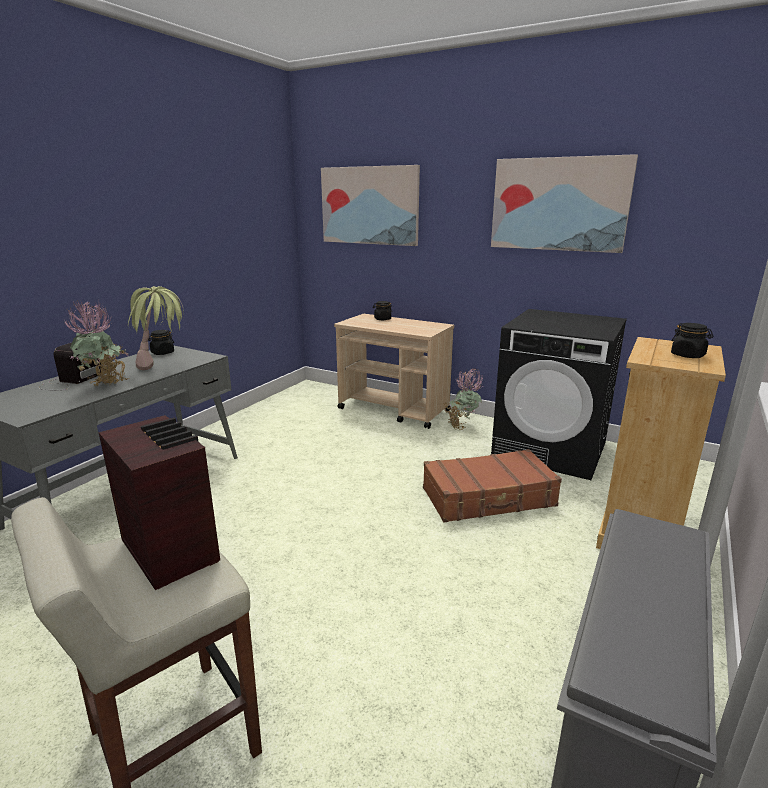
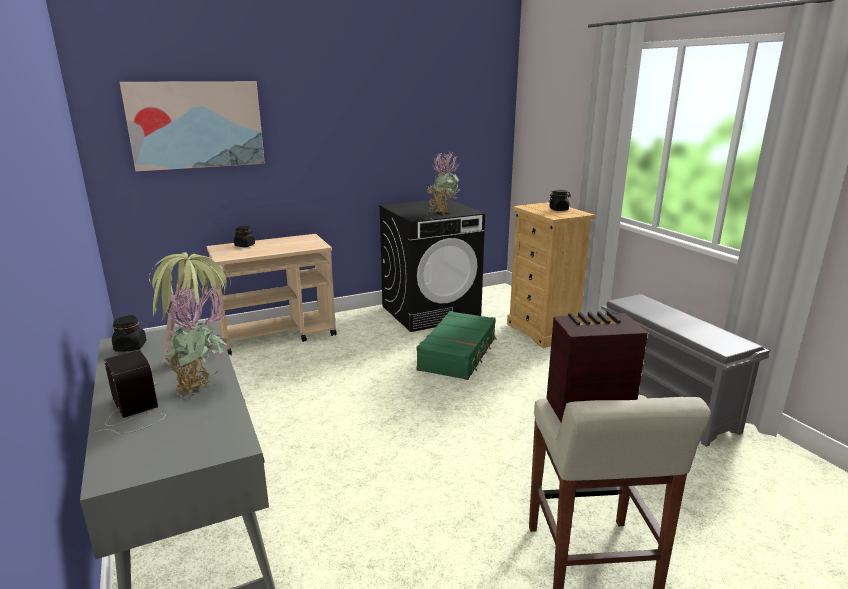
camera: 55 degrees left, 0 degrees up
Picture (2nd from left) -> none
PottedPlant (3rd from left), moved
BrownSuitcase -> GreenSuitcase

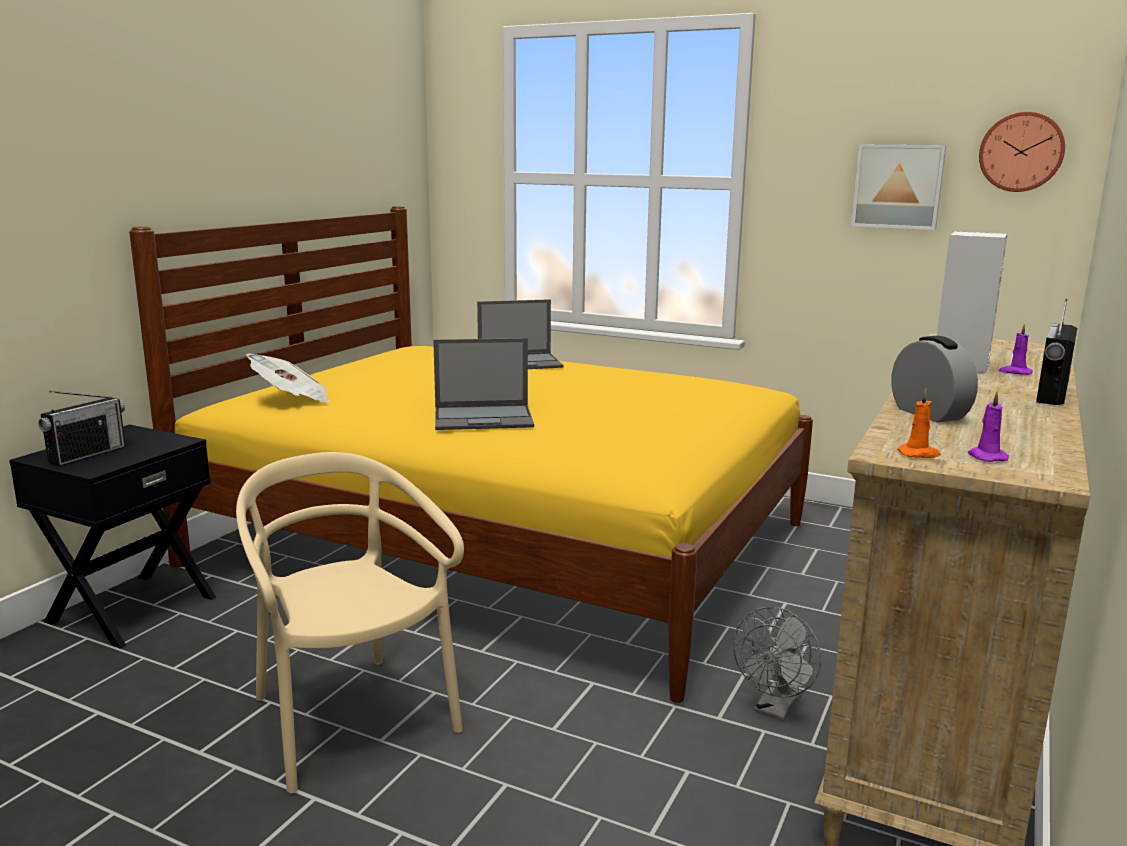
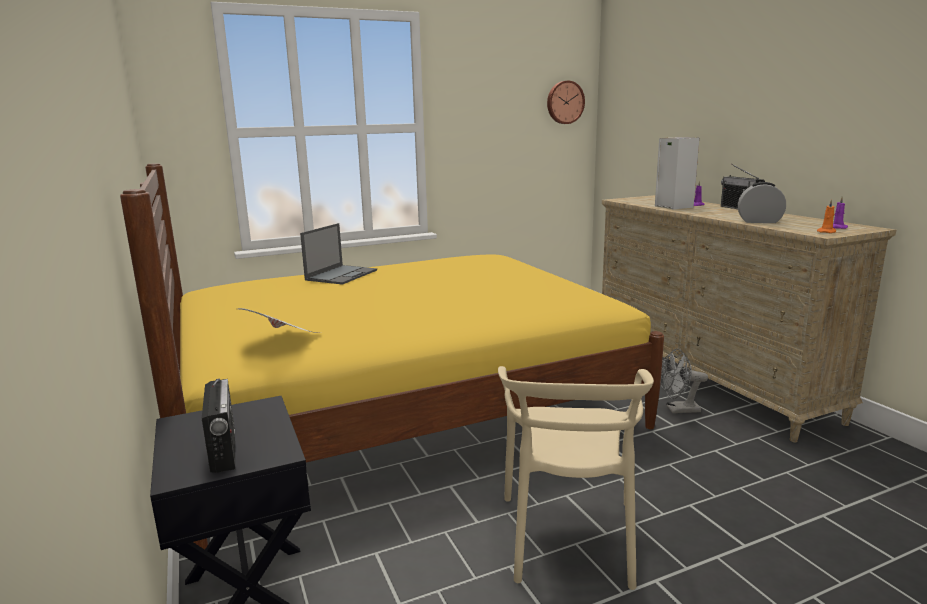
camera: 50 degrees left, 0 degrees up
Laptop (1st from left) -> none
Picture -> none
BeigeChair, 90 degrees counterclockwise
GreyFan, 105 degrees clockwise

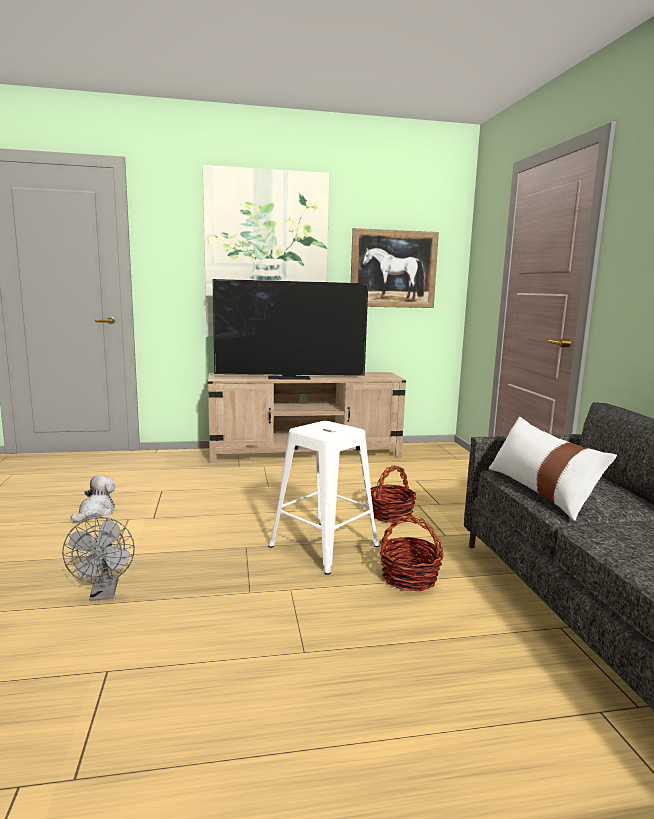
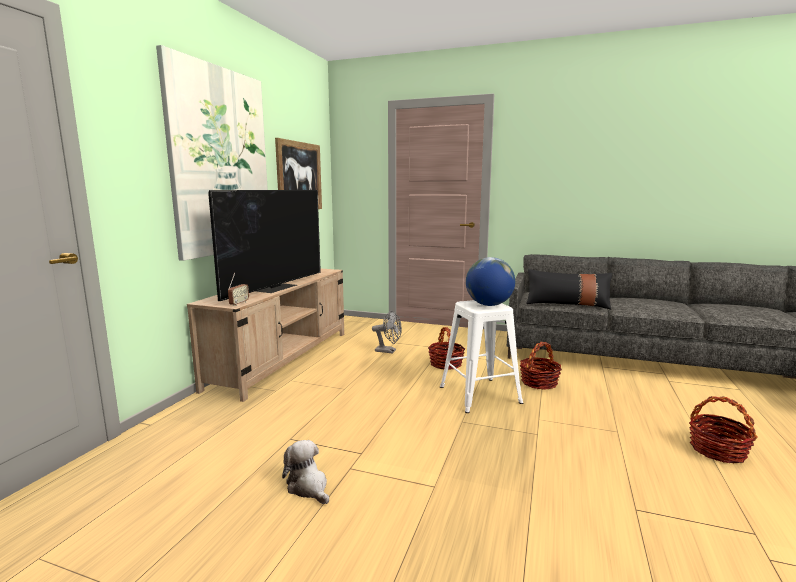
camera: 60 degrees left, 0 degrees up
none -> Radio
none -> Globe
none -> Basket (3rd from left)
GreyFan, moved
WhitePillow -> BlackPillow

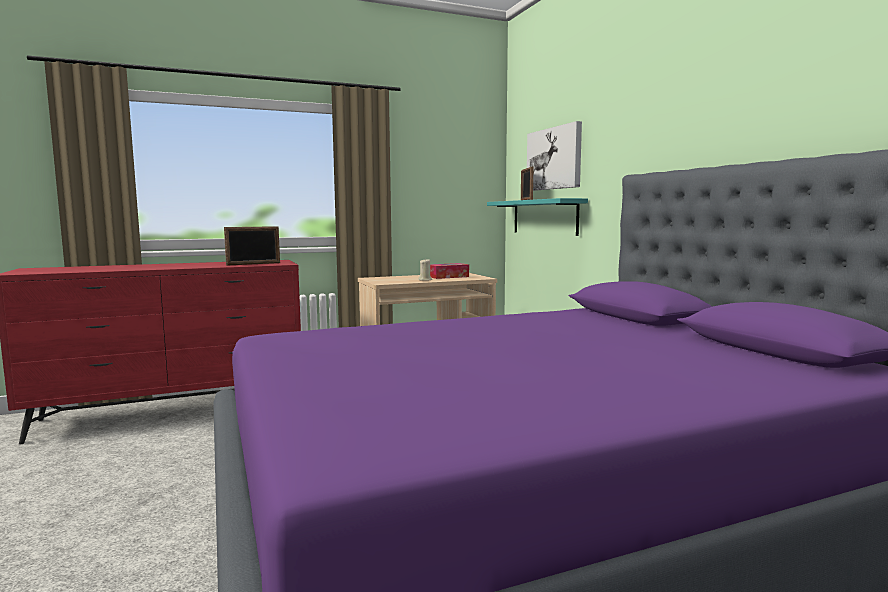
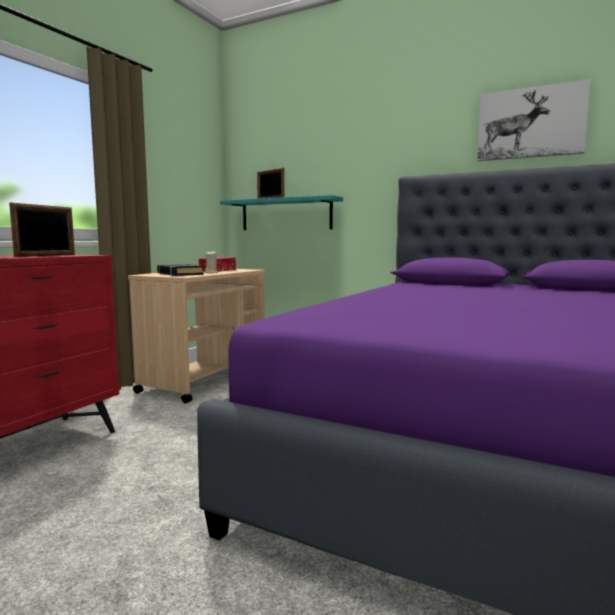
camera: 40 degrees left, 0 degrees up
none -> BlackBook
Picture, moved

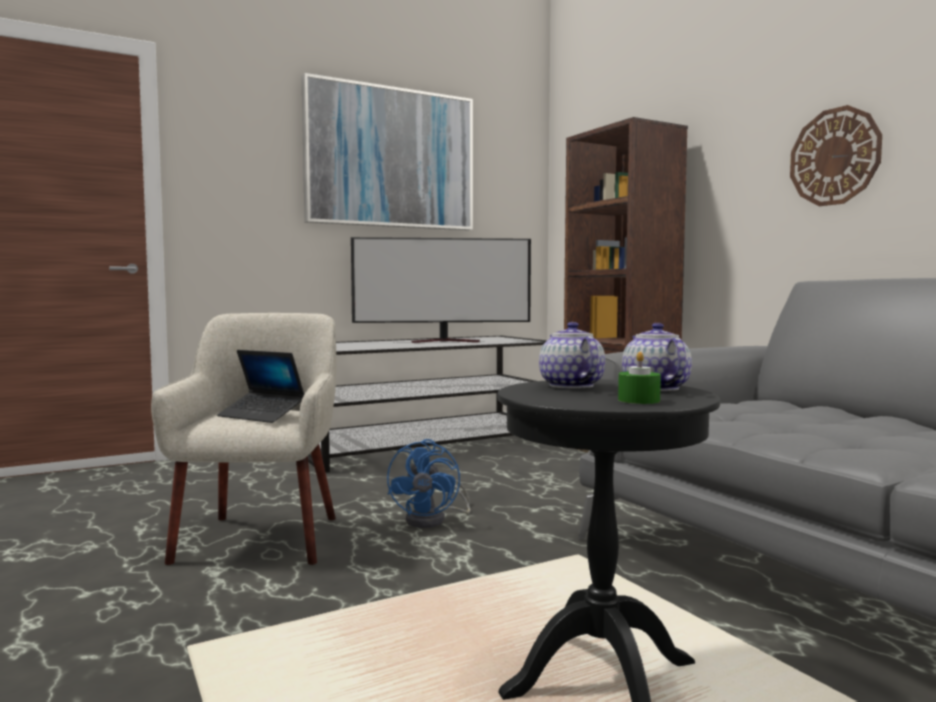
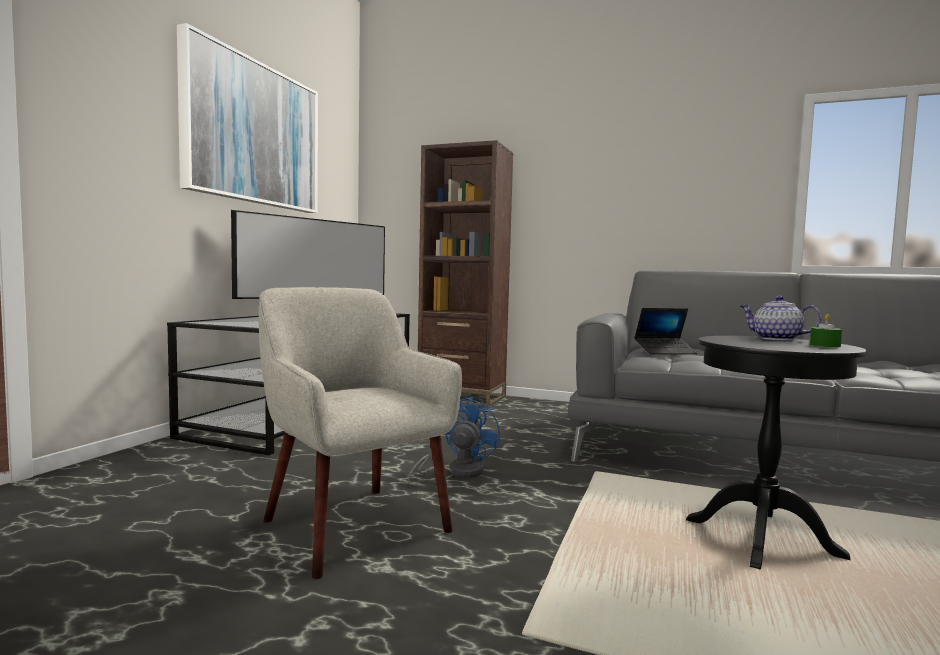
camera: 40 degrees left, 0 degrees up
Teapot (1st from left) -> none
WallClock -> none
Laptop, moved
BlueFan, 120 degrees counterclockwise

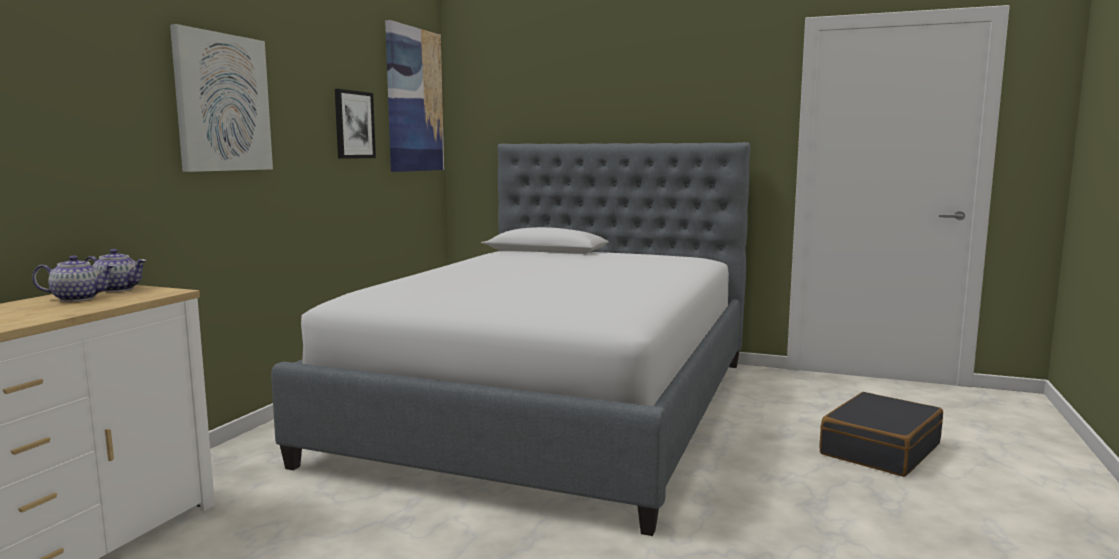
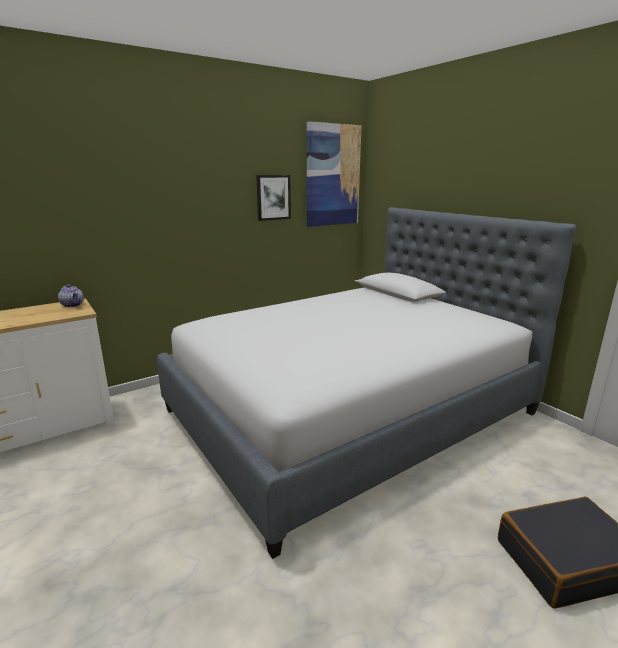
camera: 35 degrees right, 10 degrees up
Teapot (1st from left) -> none
Picture (1st from left) -> none

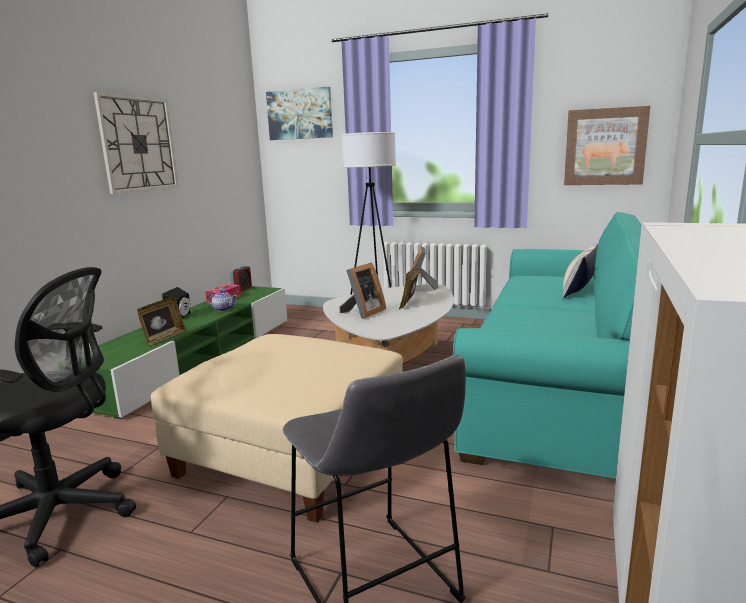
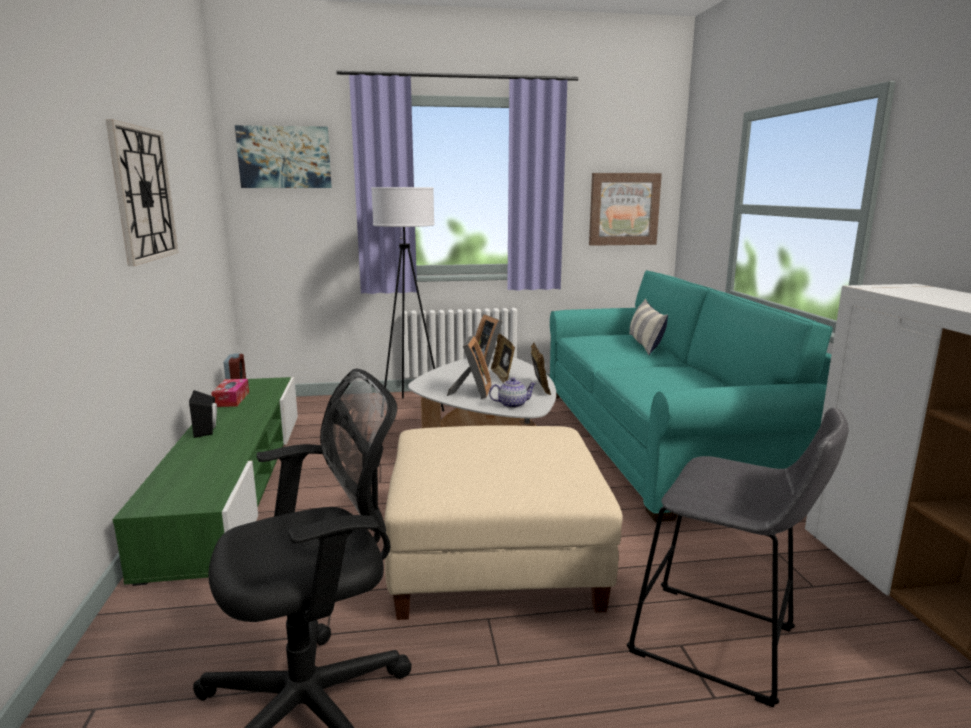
camera: 30 degrees left, 0 degrees up
PictureFrame (1st from left in the first image) -> PictureFrame (4th from left), moved
Teapot, moved

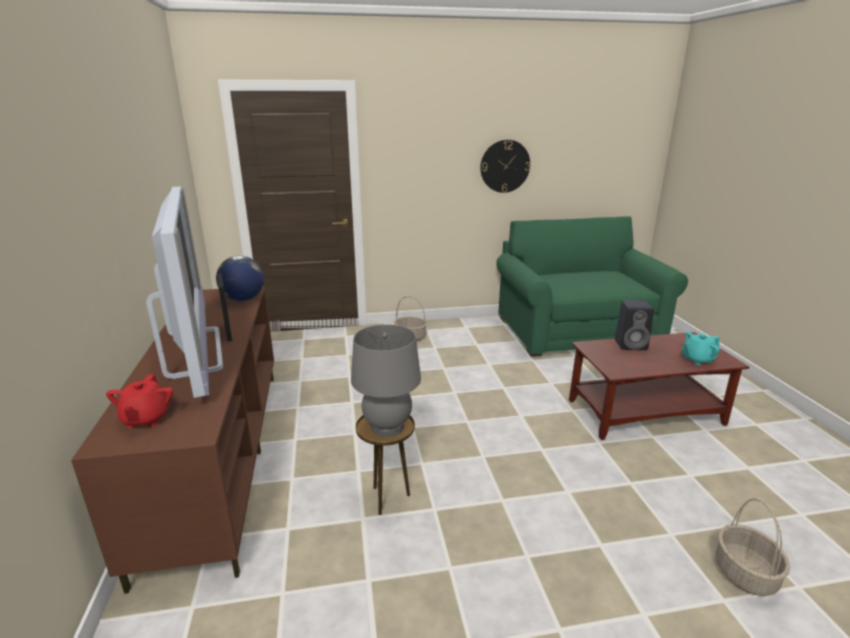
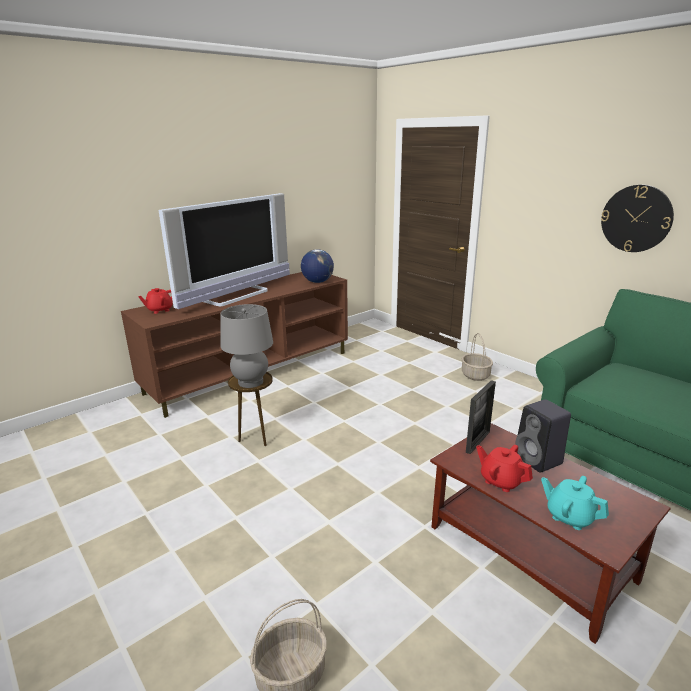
camera: 60 degrees right, 0 degrees up
none -> RedTeapot (2nd from left)
PictureFrame, moved

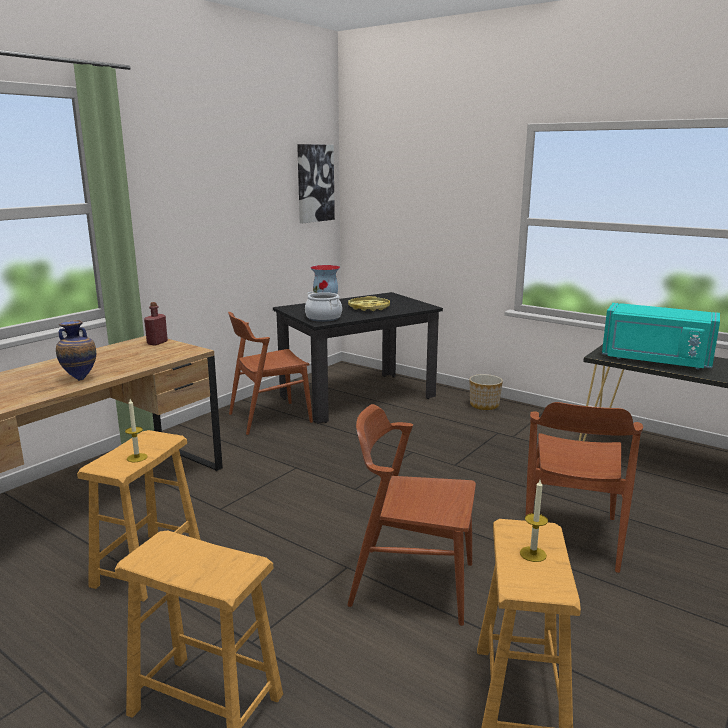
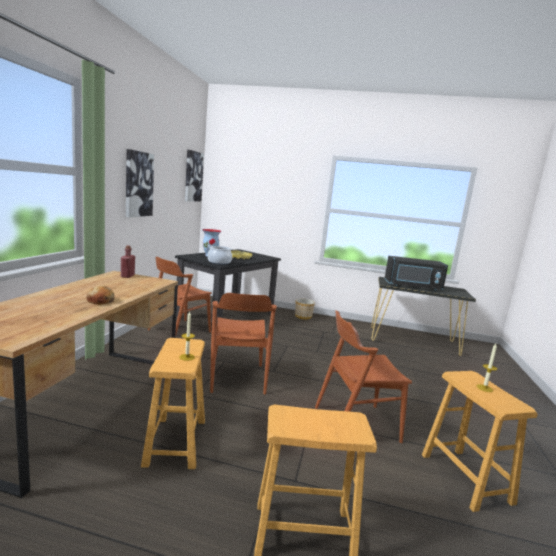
camera: 25 degrees left, 5 degrees down
none -> Picture (1st from left)
BrownChair (3rd from left in the first image) -> BrownChair (2nd from left), moved
Vase (1st from left) -> Bread
TurquoiseMicrowave -> BlackMicrowave

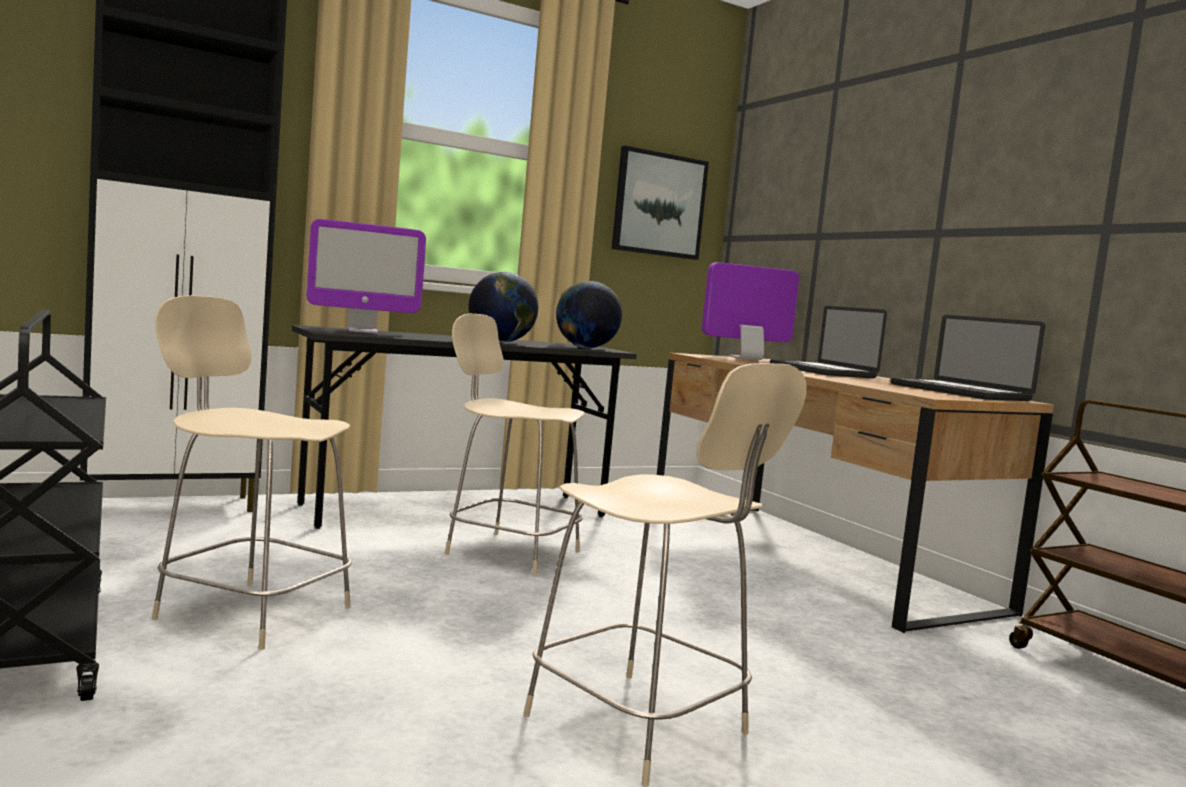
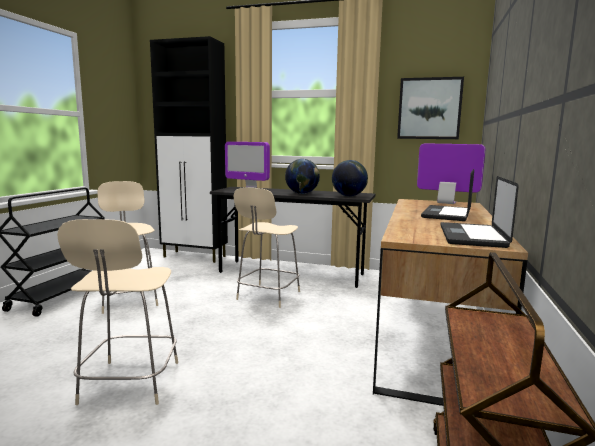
camera: 45 degrees right, 5 degrees up
BeigeChair (2nd from left in the first image) -> BeigeChair (3rd from left), 135 degrees counterclockwise

